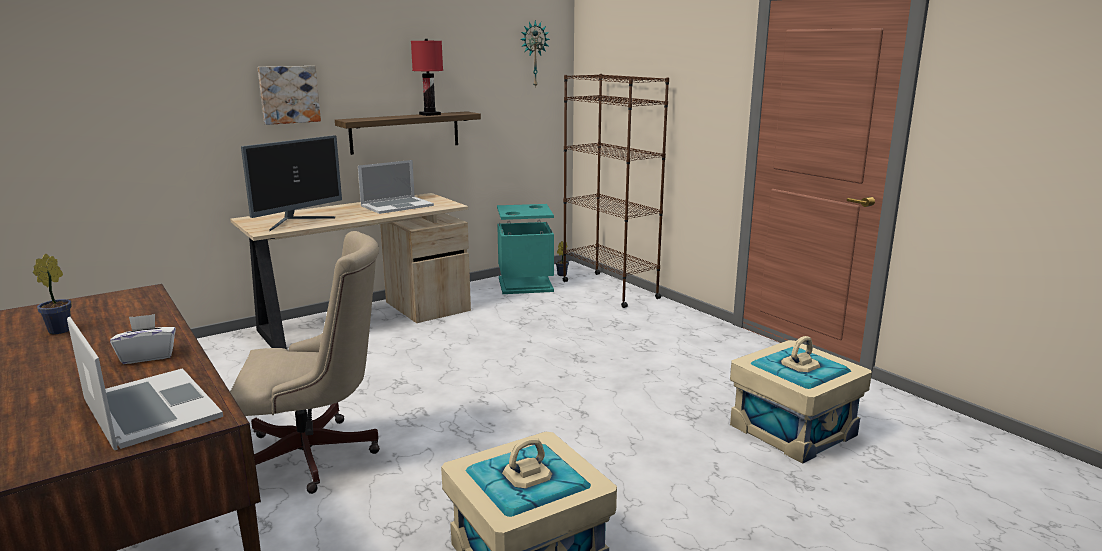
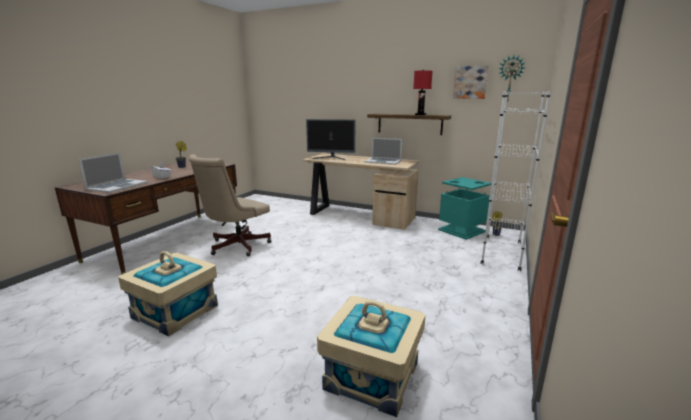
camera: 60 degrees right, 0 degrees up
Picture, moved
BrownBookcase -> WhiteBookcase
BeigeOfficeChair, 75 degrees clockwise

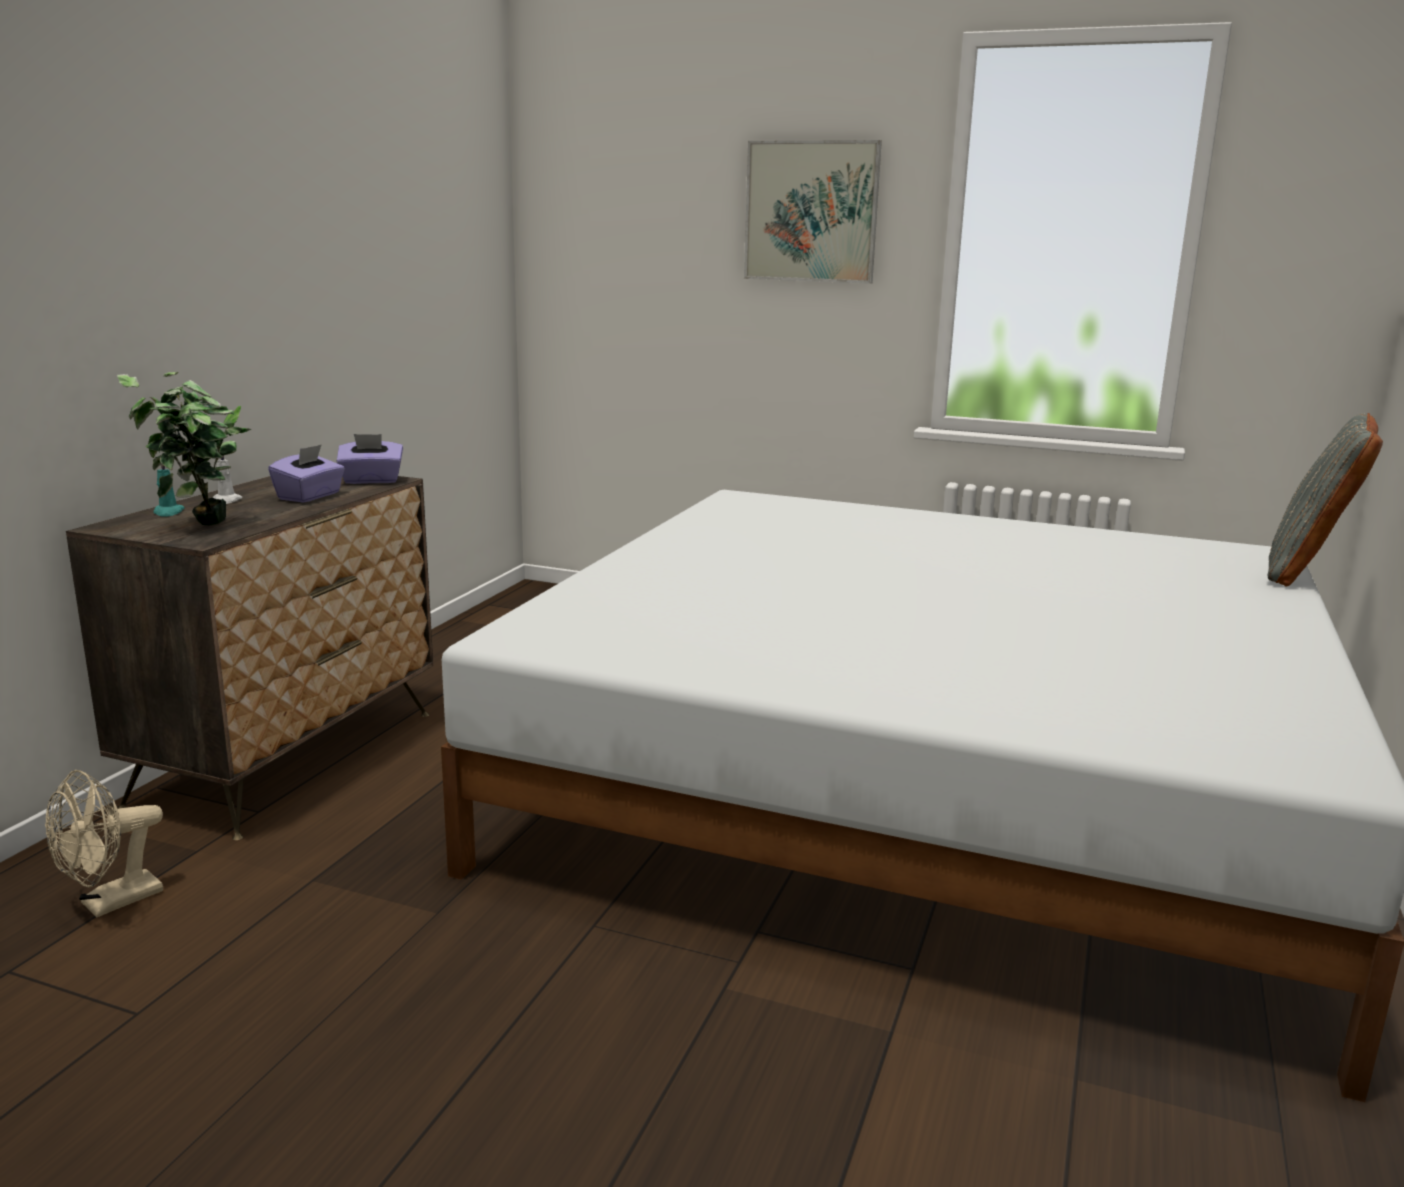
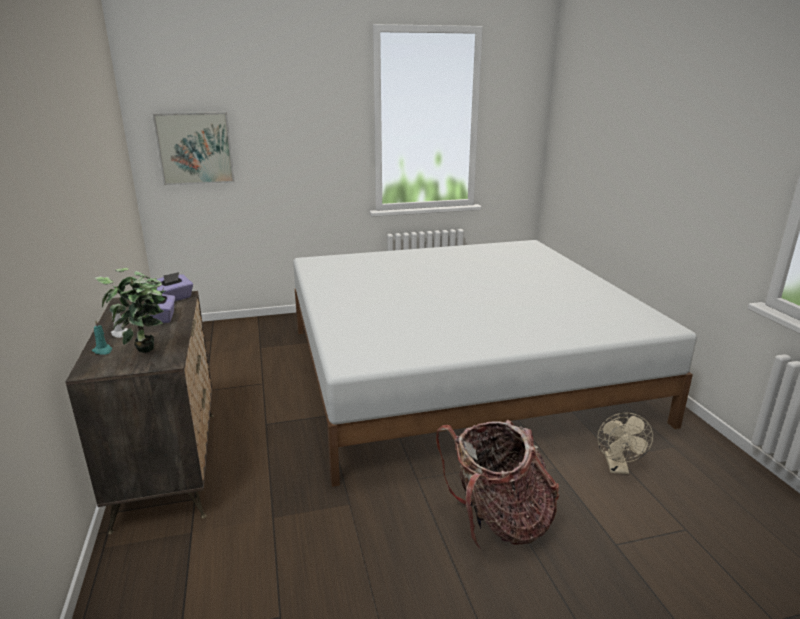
camera: 35 degrees left, 5 degrees up
GreyPillow -> none
none -> Backpack
BeigeFan, moved
Picture, moved

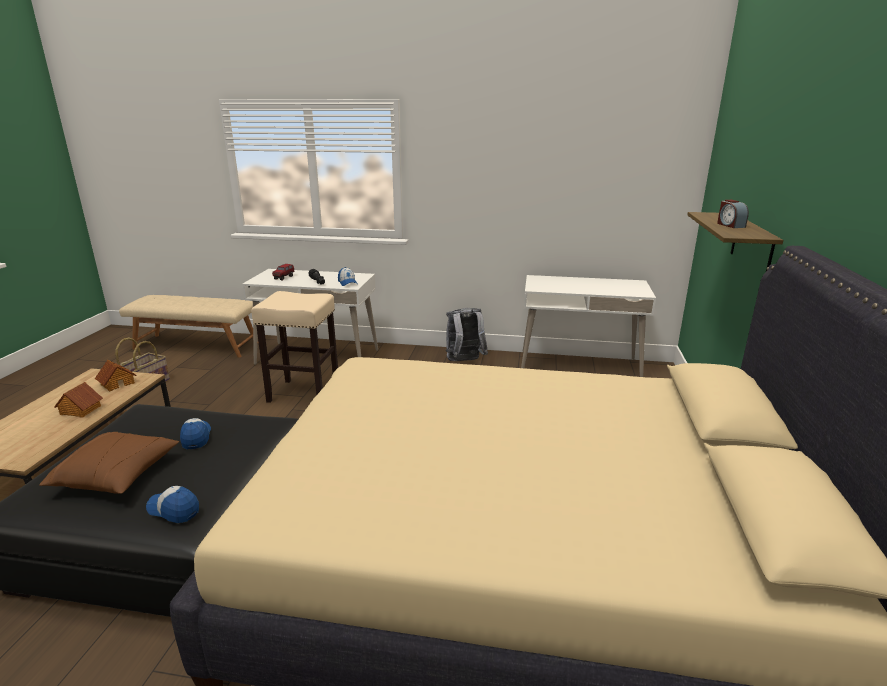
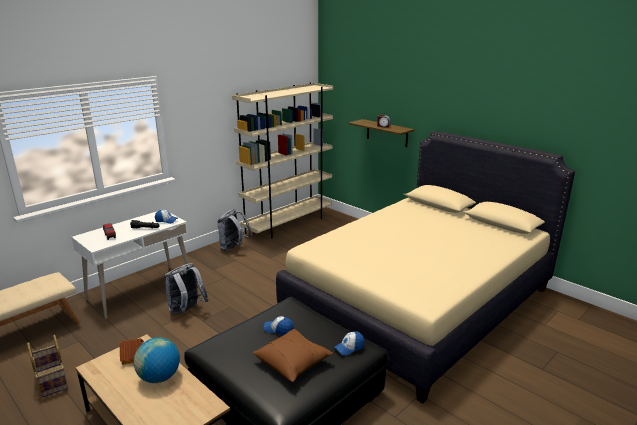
camera: 55 degrees left, 0 degrees up
ToyHouse (1st from left) -> Globe
BeigeStool -> GreyBackpack (1st from left)
WhiteDesk (2nd from left) -> BeigeBookcase

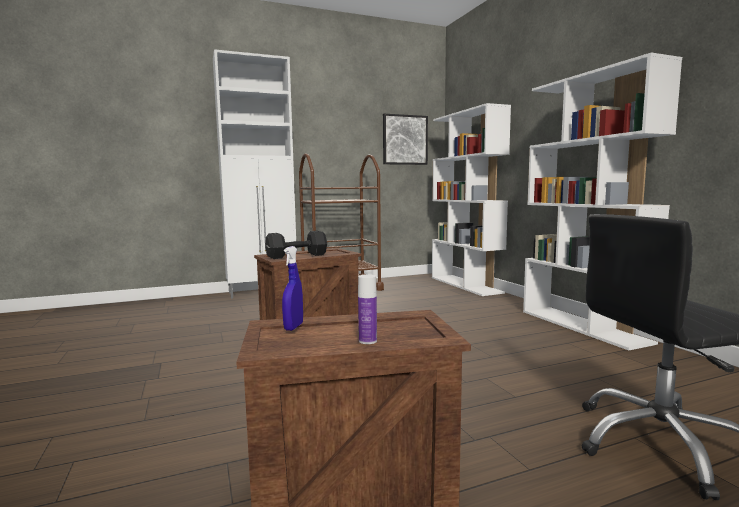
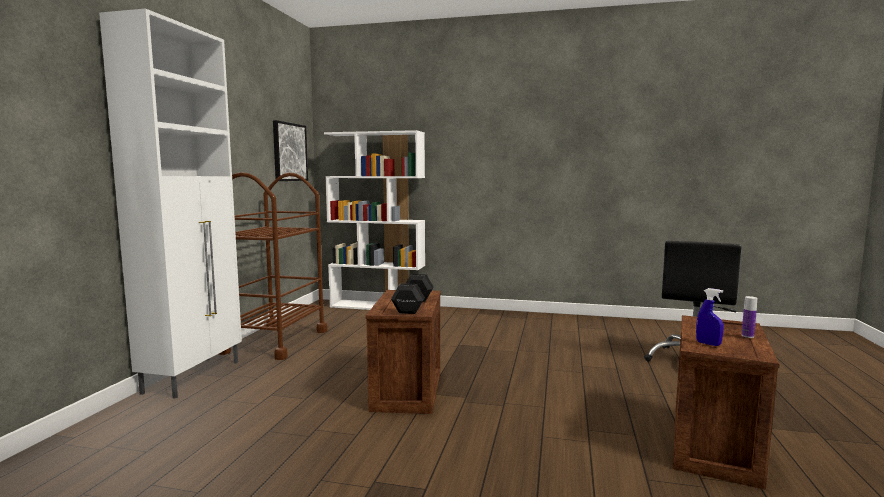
camera: 55 degrees left, 0 degrees up
WhiteBookcase (2nd from left) -> none

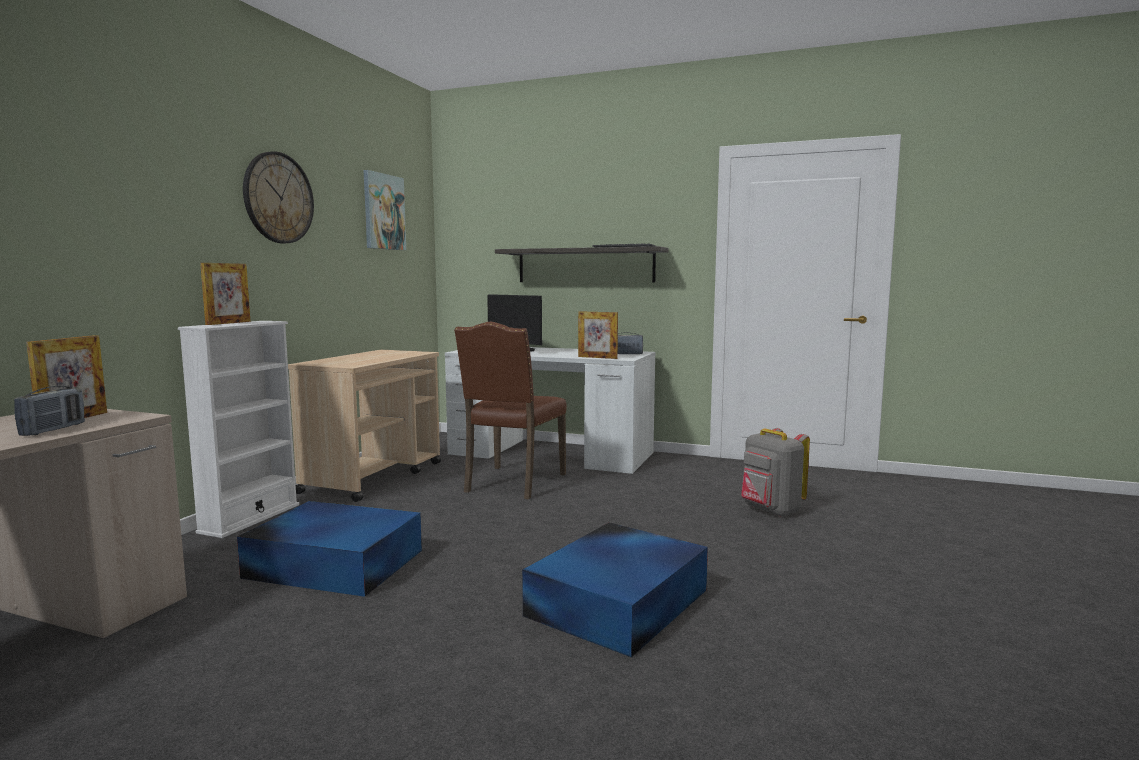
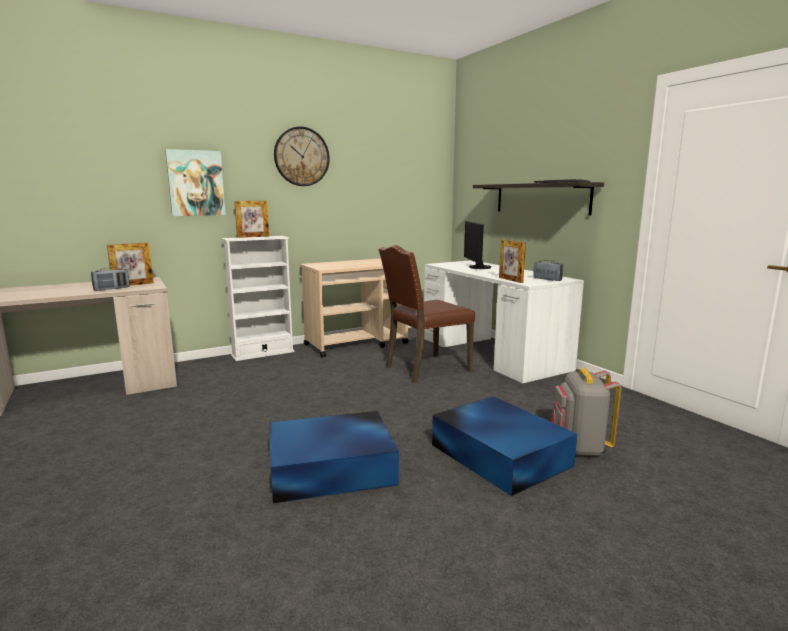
camera: 40 degrees right, 5 degrees up
BlueStorageBox (1st from left in the first image) -> BlueStorageBox (2nd from left), moved
Picture, moved

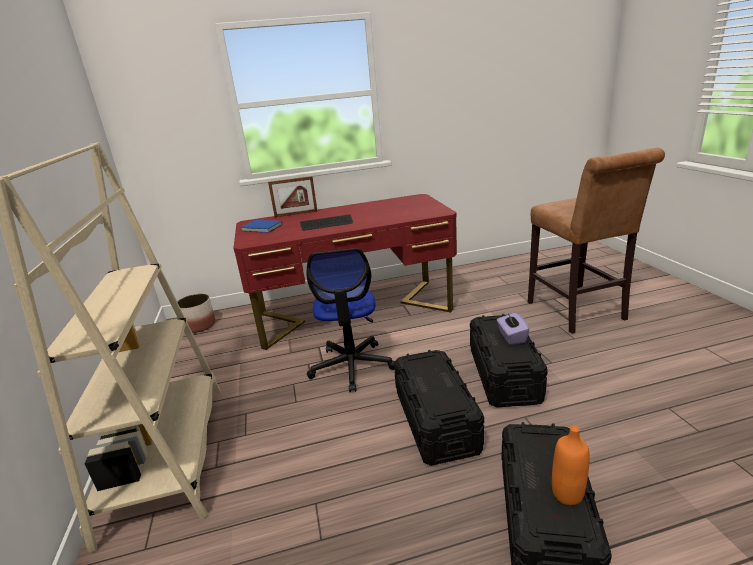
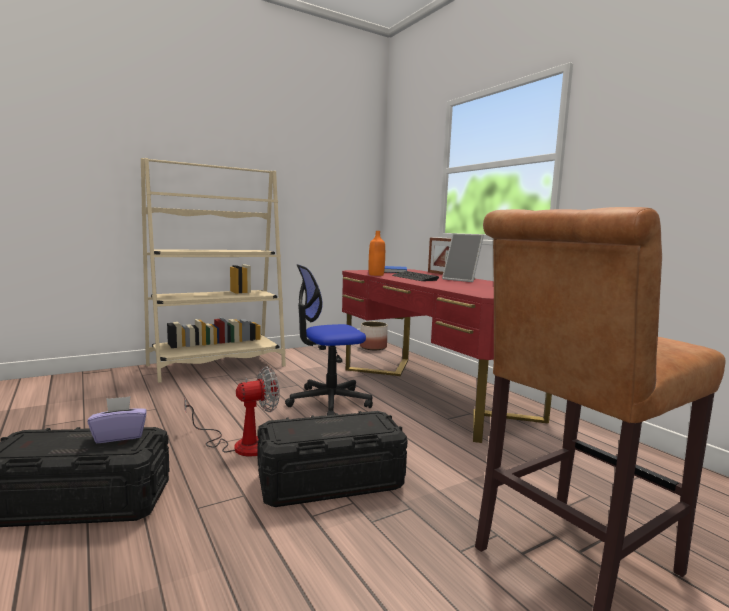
camera: 70 degrees right, 15 degrees down
none -> PictureFrame (2nd from left)
PurpleTissueBox, moved
OrangeBottle, moved
BlackStorageBox (1st from left) -> Fan

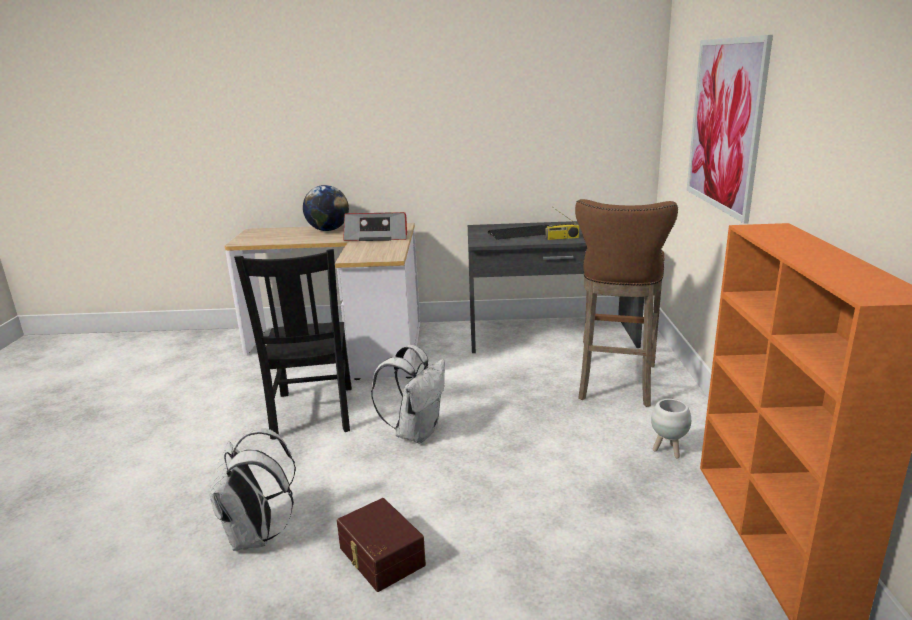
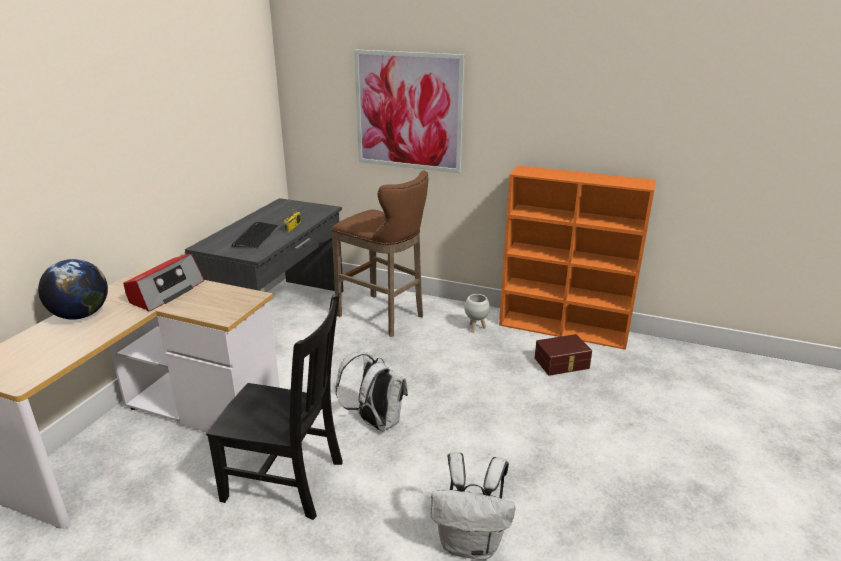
camera: 70 degrees left, 5 degrees up
BrownStorageBox, moved

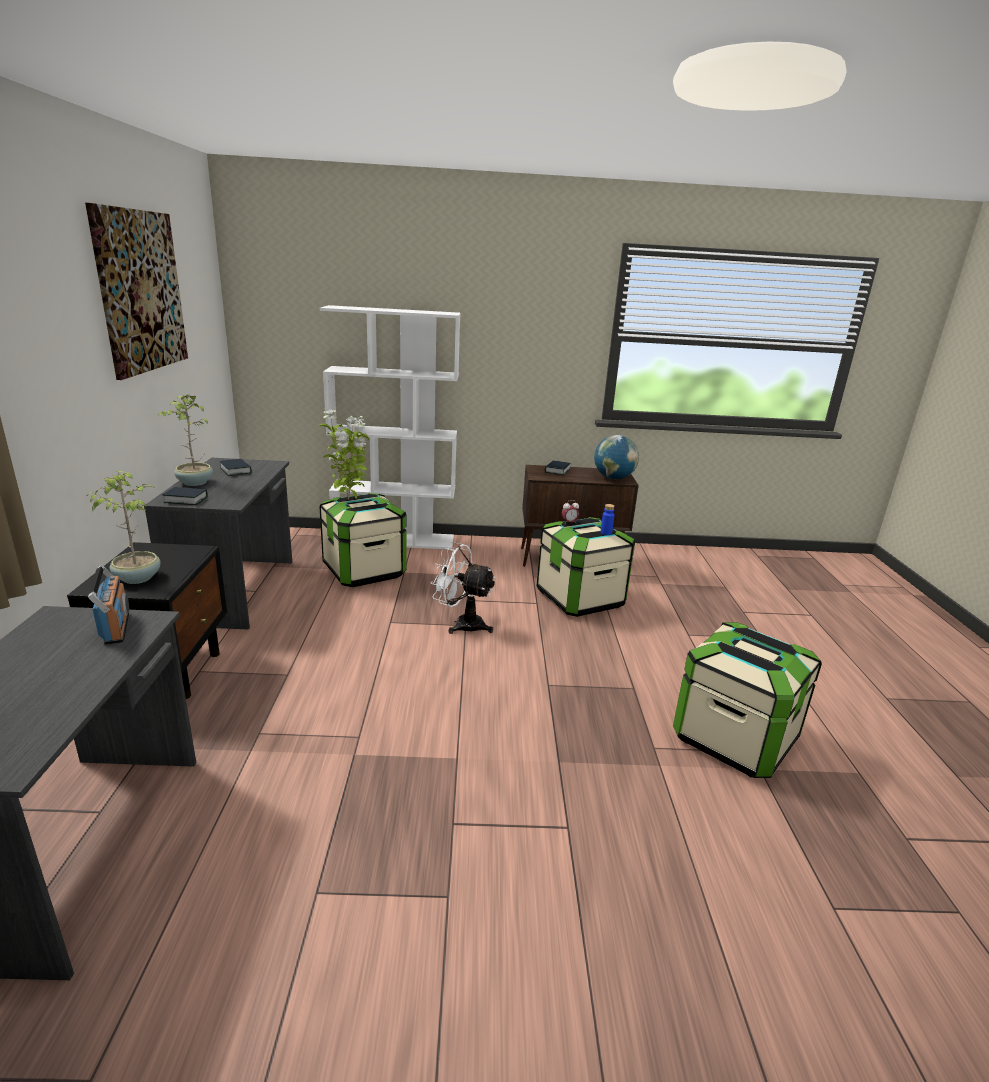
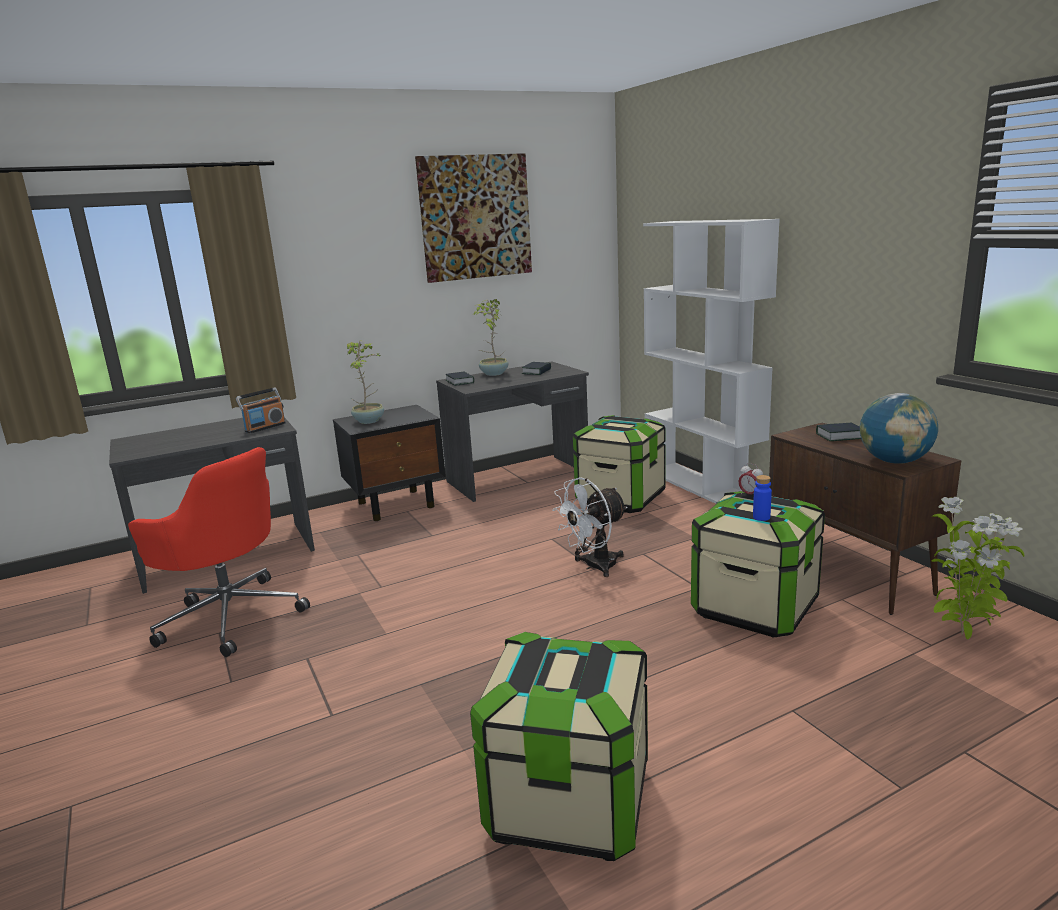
camera: 65 degrees right, 5 degrees down
none -> RedOfficeChair
PottedPlant (3rd from left), moved
WhiteFan, 120 degrees counterclockwise

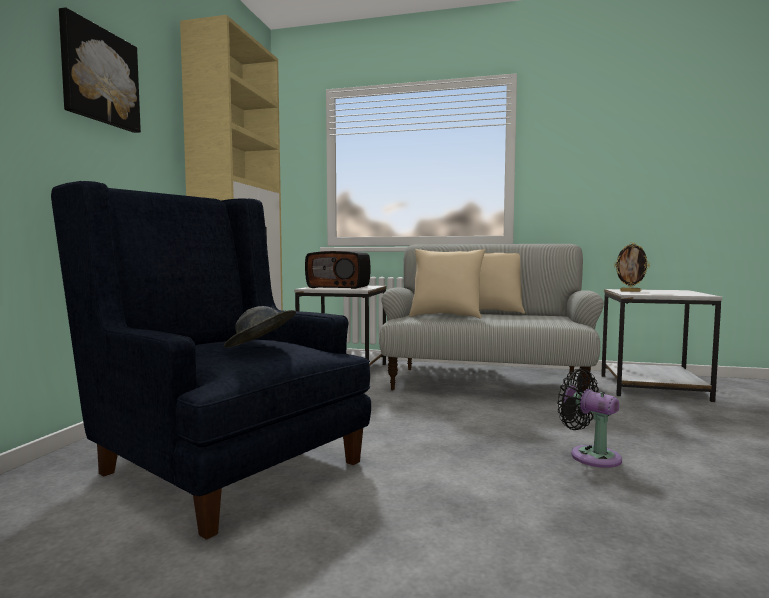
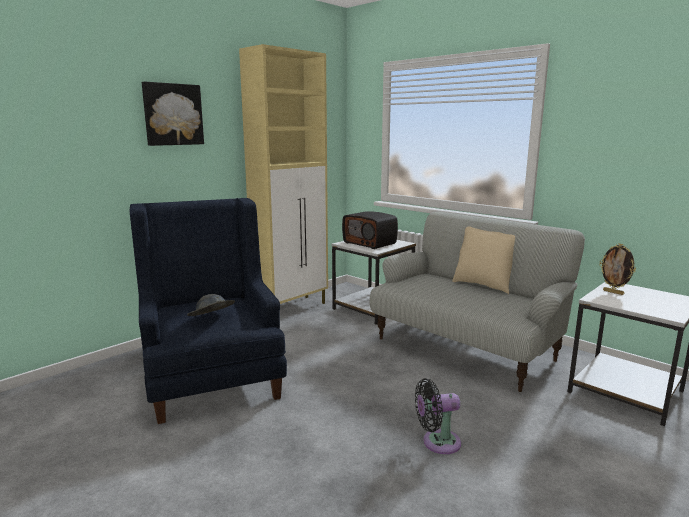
camera: 30 degrees right, 10 degrees up
BeigePillow (1st from left) -> none
BlackFan, 90 degrees counterclockwise

